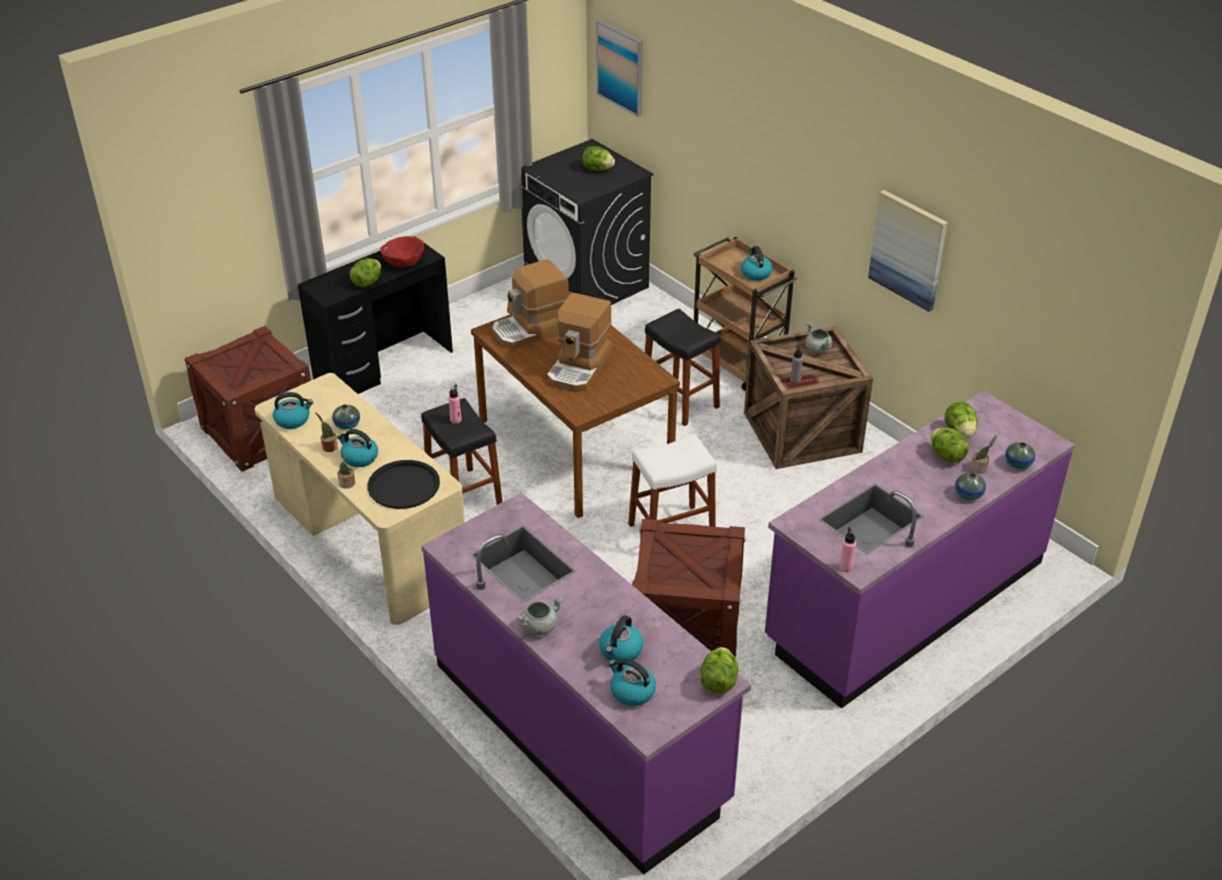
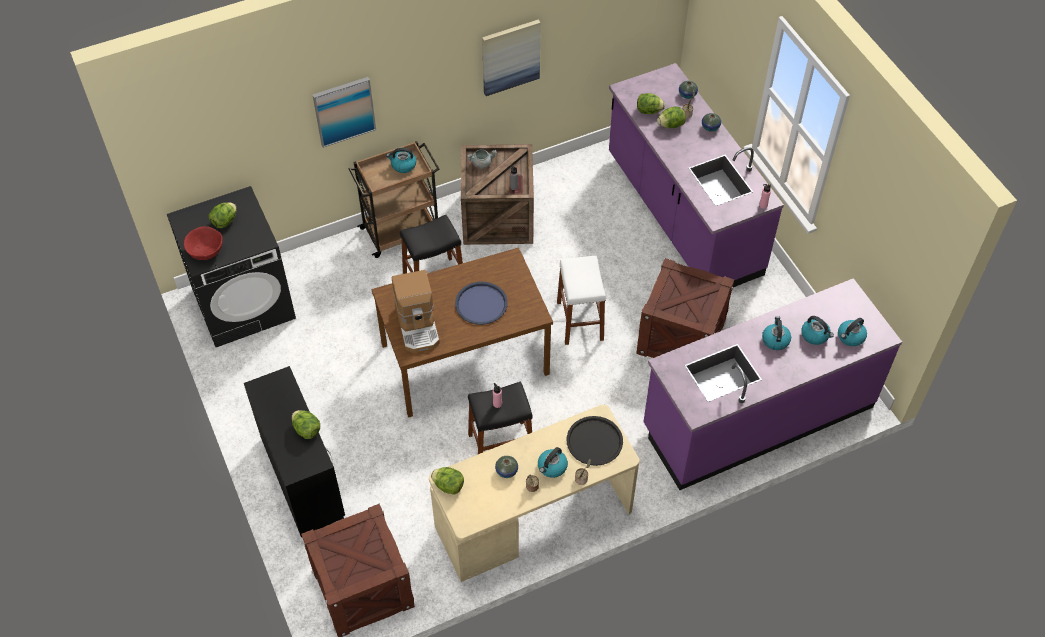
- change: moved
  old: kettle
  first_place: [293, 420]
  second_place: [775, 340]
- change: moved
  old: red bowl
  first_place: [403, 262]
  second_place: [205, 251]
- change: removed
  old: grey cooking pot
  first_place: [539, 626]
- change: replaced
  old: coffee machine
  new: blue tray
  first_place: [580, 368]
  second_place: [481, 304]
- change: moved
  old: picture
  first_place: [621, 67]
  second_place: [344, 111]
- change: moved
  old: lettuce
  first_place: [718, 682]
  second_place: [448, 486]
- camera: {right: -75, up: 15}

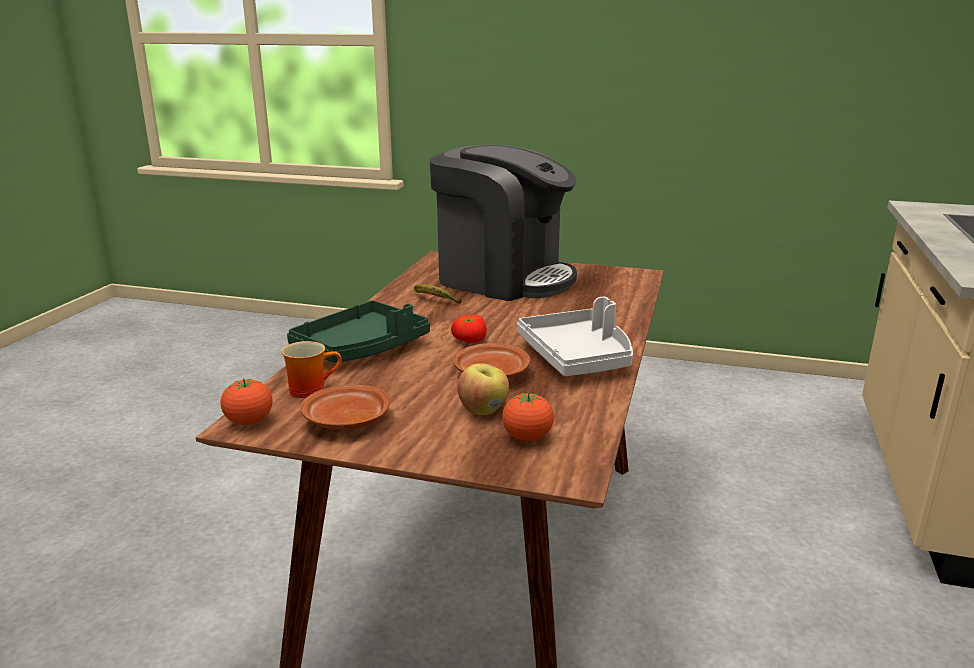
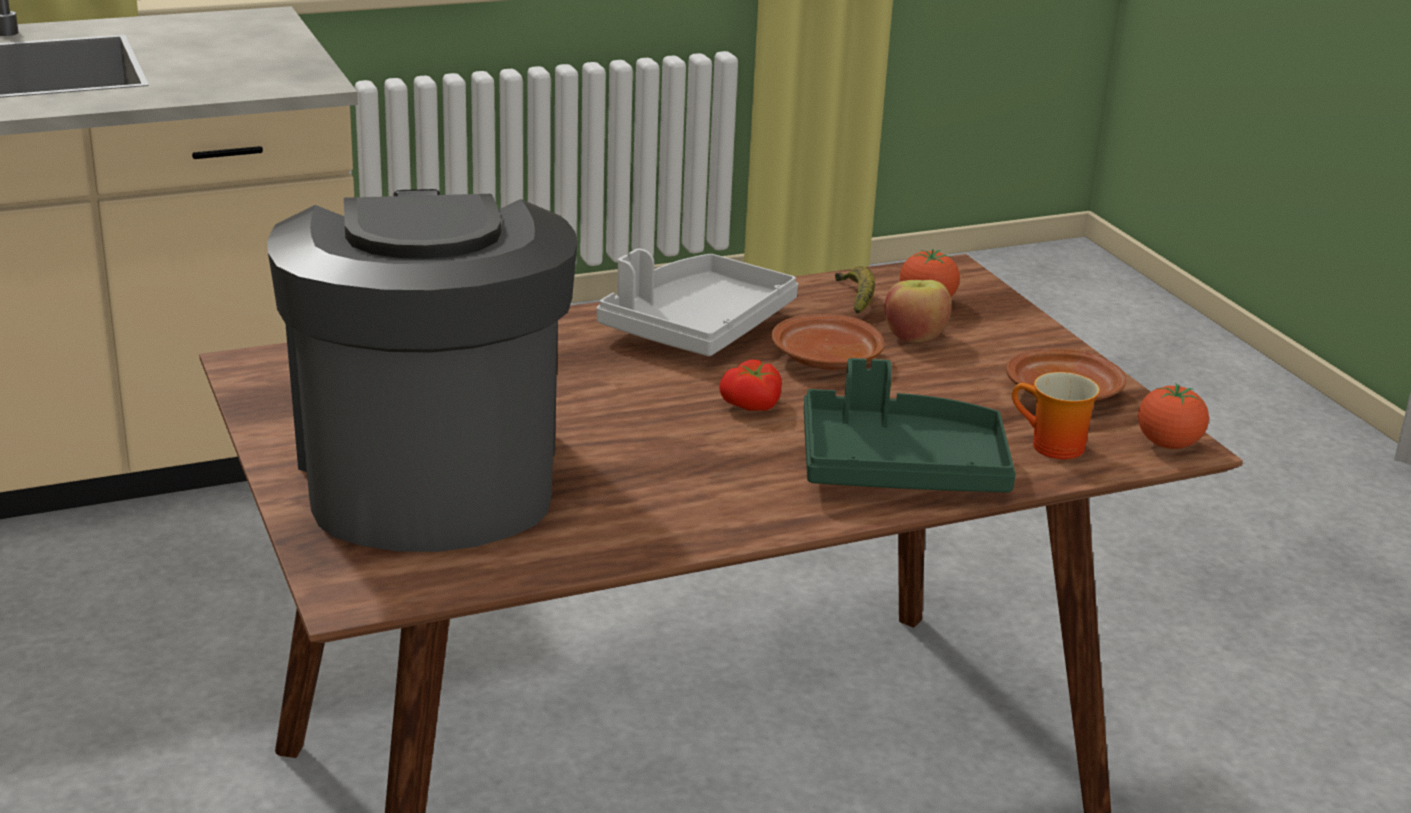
- change: moved
  old: banana
  first_place: [434, 300]
  second_place: [856, 299]
- camera: {right: -130, up: 5}

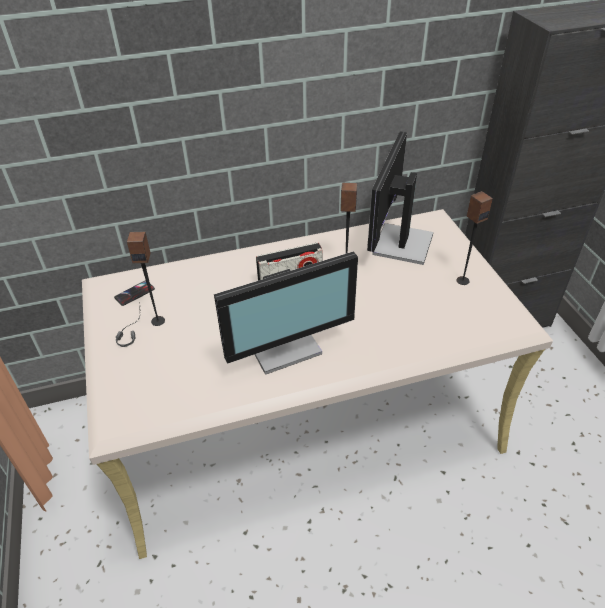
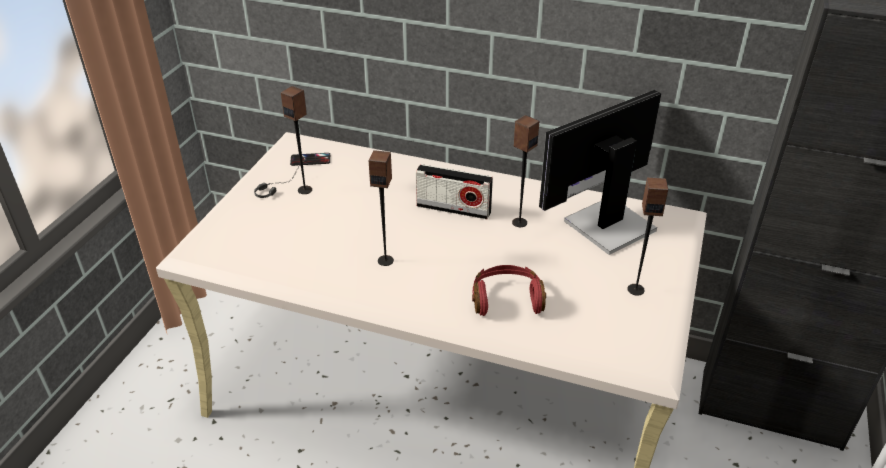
- change: replaced
  old: monitor
  new: speaker
  first_place: [284, 345]
  second_place: [385, 260]
- change: added
  new: red headphones
  second_place: [506, 299]
- camera: {right: 35, up: -5}

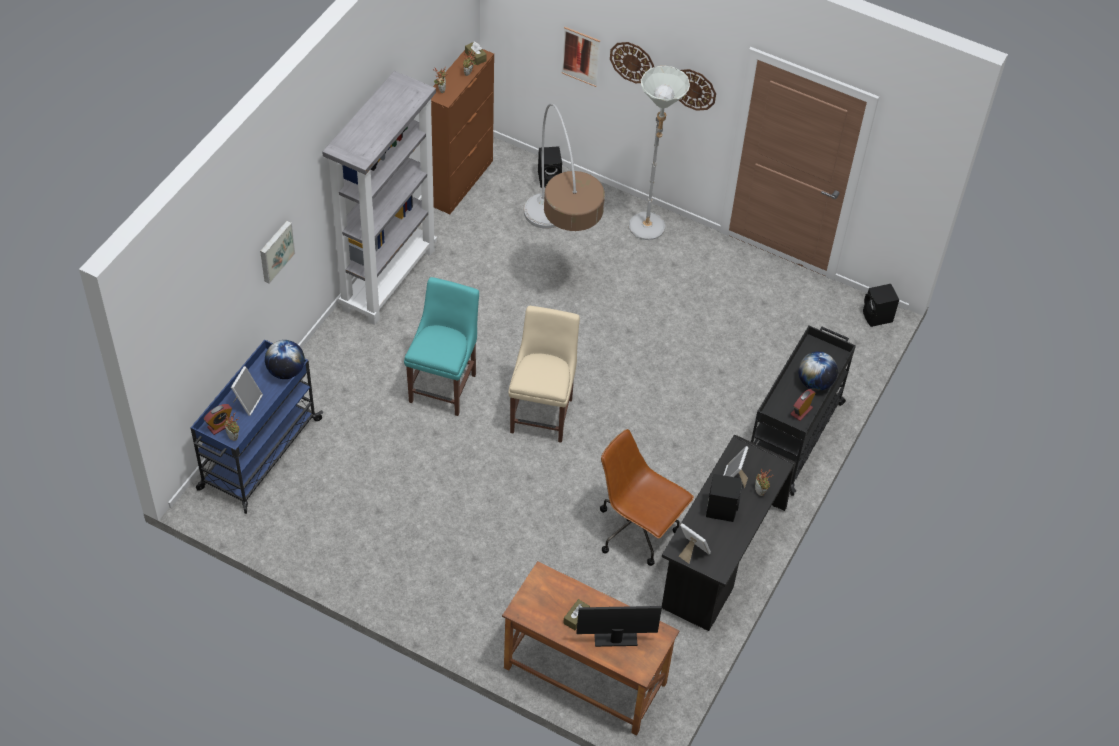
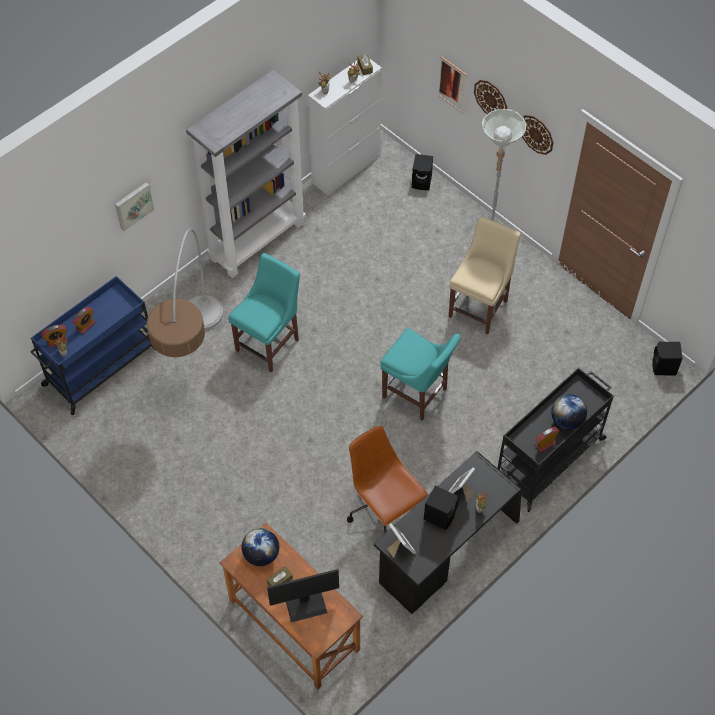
- change: replaced
  old: picture frame
  new: alarm clock
  first_place: [247, 402]
  second_place: [85, 325]
- change: moved
  old: globe
  first_place: [286, 371]
  second_place: [261, 555]
- change: recoloured
  old: brown cabinet
  new: white cabinet
  first_place: [460, 182]
  second_place: [346, 169]
- change: moved
  old: beige chair
  first_place: [542, 413]
  second_place: [480, 306]
- change: moved
  old: floor lamp
  first_place: [558, 257]
  second_place: [195, 360]
- change: turned
  old: monitor
  first_place: [615, 636]
  second_place: [306, 606]
  degrees: 150
- change: added
  new: turquoise chair
  second_place: [417, 395]
- camera: {right: 20, up: 5}

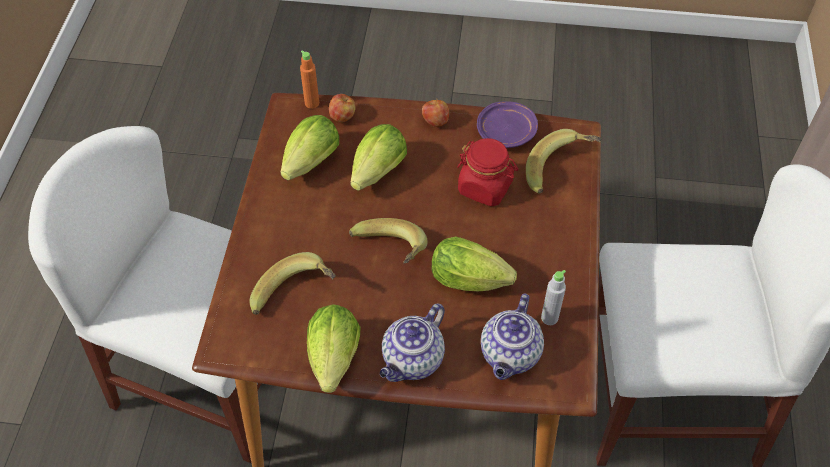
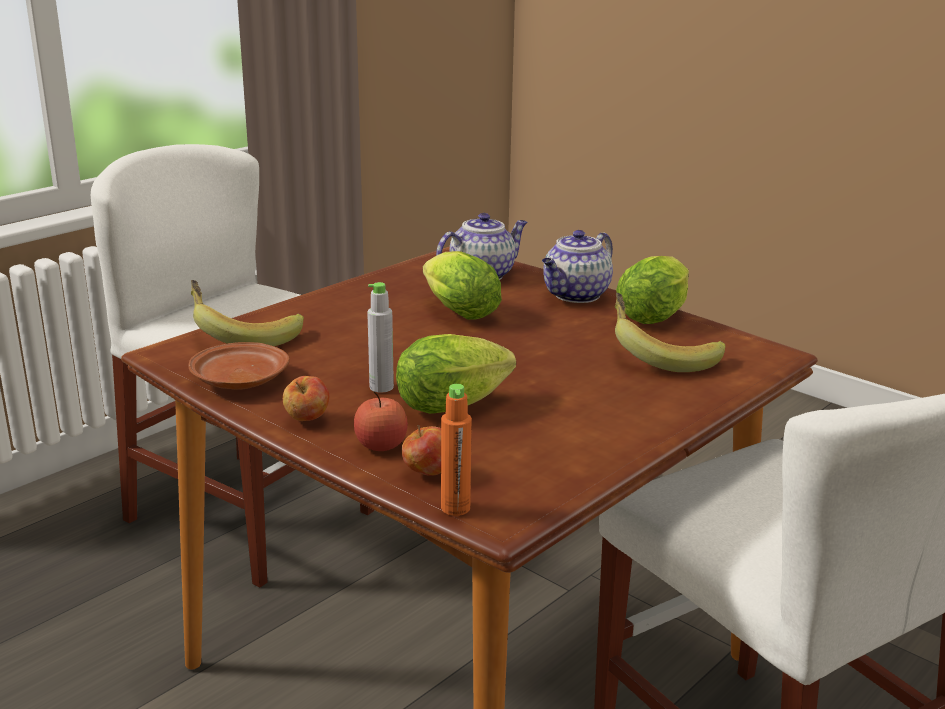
- change: removed
  old: lettuce
  first_place: [308, 165]
- change: removed
  old: banana
  first_place: [388, 255]
- change: turned
  old: teapot
  first_place: [413, 361]
  second_place: [576, 295]
  degrees: 150
- change: removed
  old: red jar
  first_place: [485, 187]
- change: recoloured
  old: purple plate
  new: brown plate
  first_place: [506, 132]
  second_place: [239, 381]
- change: moved
  old: grey bottle
  first_place: [549, 318]
  second_place: [381, 387]
- change: added
  new: apple
  second_place: [381, 445]
- camera: {right: -145, up: -30}

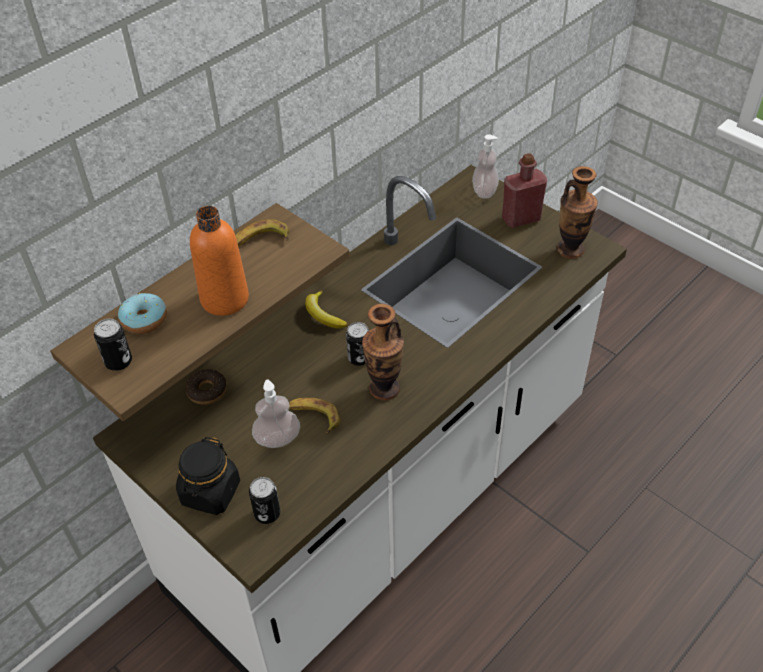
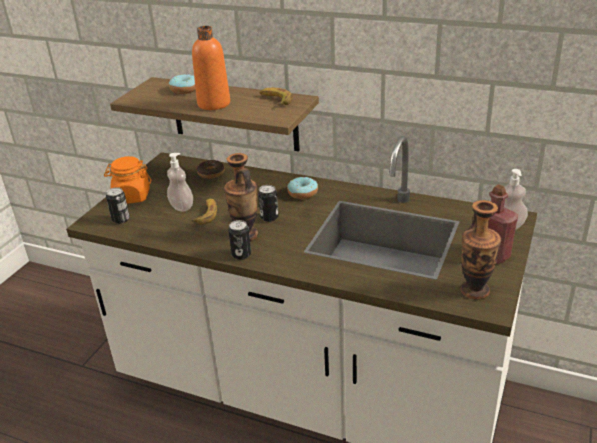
- change: moved
  old: can
  first_place: [118, 361]
  second_place: [241, 255]
- change: recoloured
  old: black jar
  new: orange jar
  first_place: [210, 492]
  second_place: [132, 196]
- change: replaced
  old: banana
  new: donut
  first_place: [323, 315]
  second_place: [302, 193]
- camera: {right: 70, up: -15}

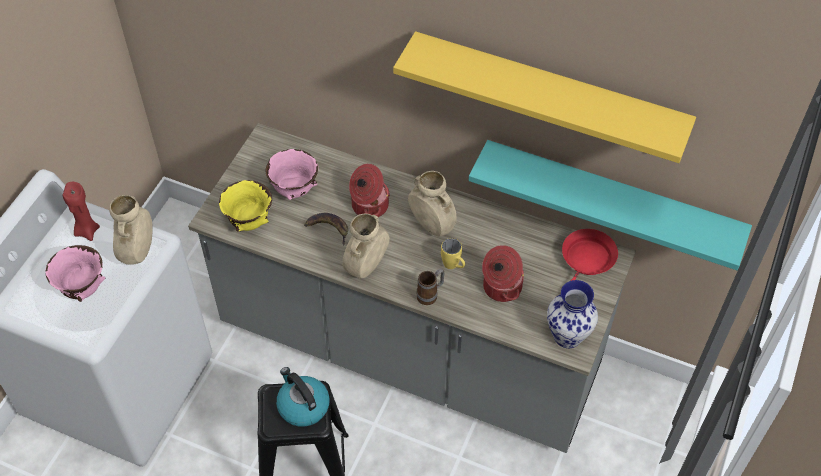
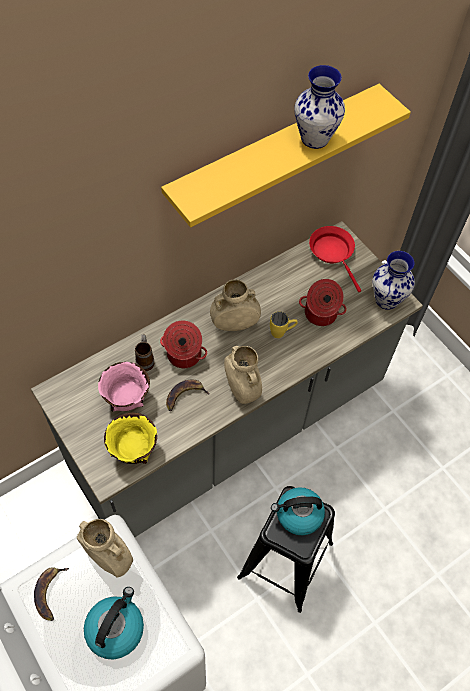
- change: replaced
  old: pink bowl
  new: kettle
  first_place: [82, 288]
  second_place: [115, 628]
- change: replaced
  old: red candle
  new: banana
  first_place: [87, 231]
  second_place: [50, 592]
- change: moved
  old: mug
  first_place: [430, 295]
  second_place: [145, 360]
- change: removed
  old: turquoise shelf
  first_place: [611, 199]
- change: added
  new: vase
  second_place: [314, 139]
- camera: {right: -60, up: 5}

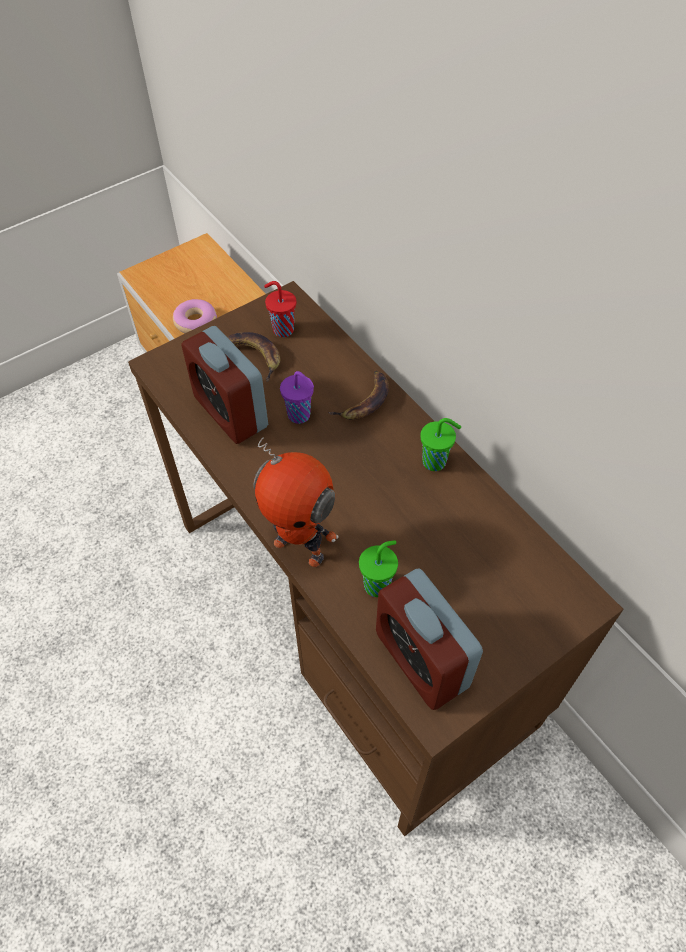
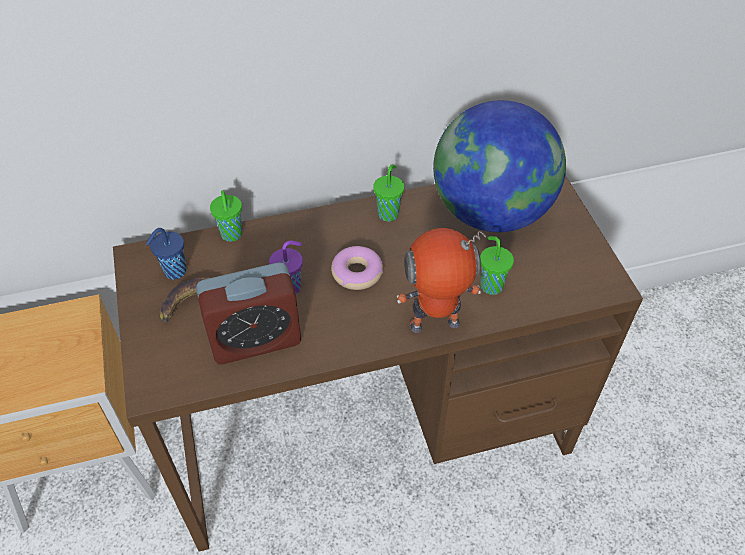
- change: moved
  old: donut
  first_place: [195, 322]
  second_place: [357, 273]
- change: turned
  old: toy robot
  first_place: [300, 547]
  second_place: [435, 326]
  degrees: -150
- change: recoloured
  old: red cup
  new: blue cup
  first_place: [282, 329]
  second_place: [174, 272]
- change: removed
  old: banana
  first_place: [365, 400]
- change: removed
  old: alarm clock
  first_place: [421, 659]
- change: added
  new: green cup
  second_place: [231, 235]
- change: added
  new: globe
  second_place: [491, 212]
- camera: {right: -70, up: -5}

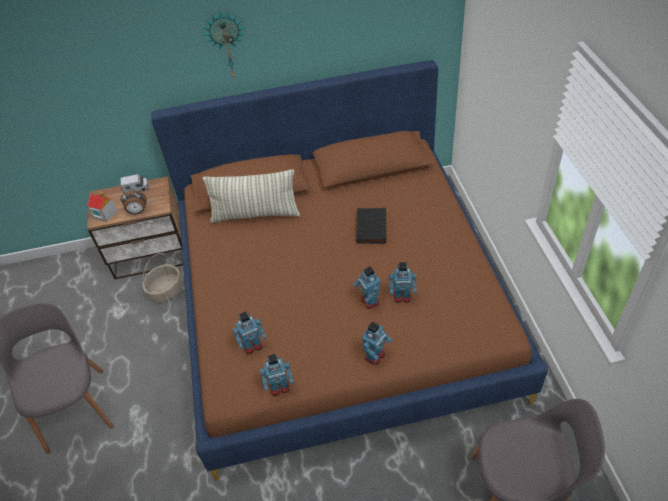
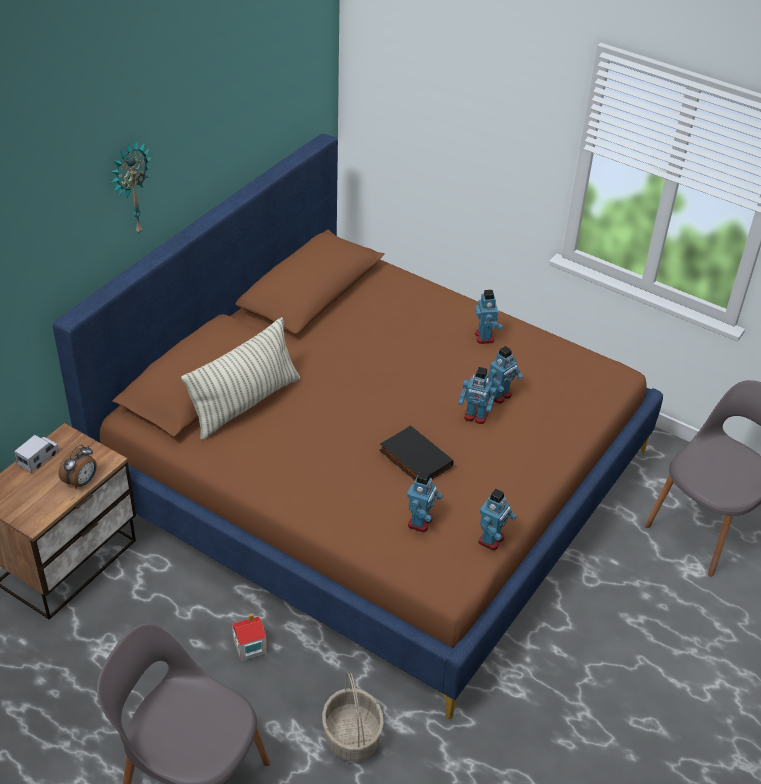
- change: moved
  old: toy house
  first_place: [104, 214]
  second_place: [249, 646]
- change: moved
  old: basket
  first_place: [166, 291]
  second_place: [352, 737]
- change: moved
  old: black book
  first_place: [370, 227]
  second_place: [414, 459]
- change: moved
  old: toy robot
  first_place: [375, 356]
  second_place: [485, 337]
- camera: {right: -50, up: -5}

